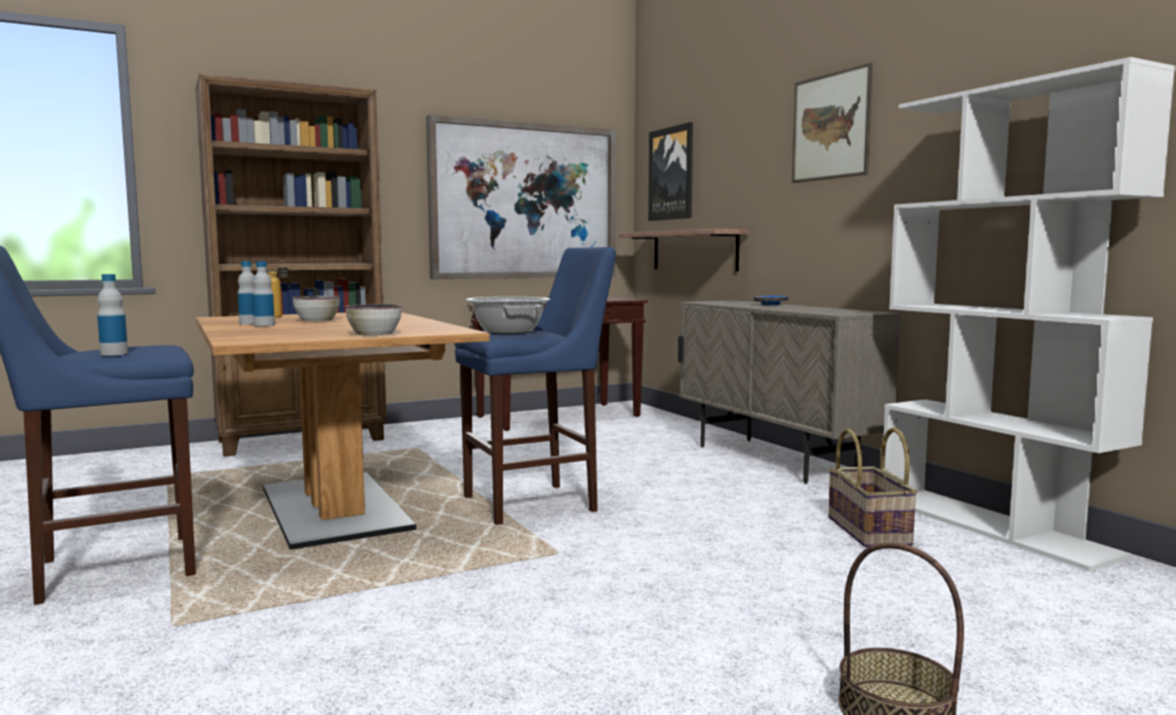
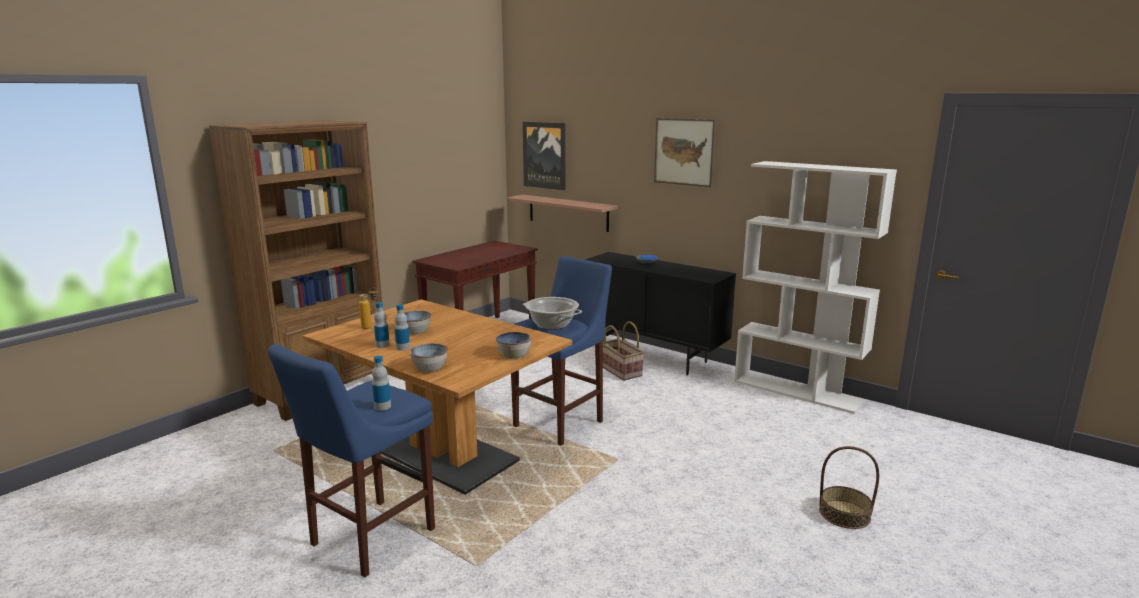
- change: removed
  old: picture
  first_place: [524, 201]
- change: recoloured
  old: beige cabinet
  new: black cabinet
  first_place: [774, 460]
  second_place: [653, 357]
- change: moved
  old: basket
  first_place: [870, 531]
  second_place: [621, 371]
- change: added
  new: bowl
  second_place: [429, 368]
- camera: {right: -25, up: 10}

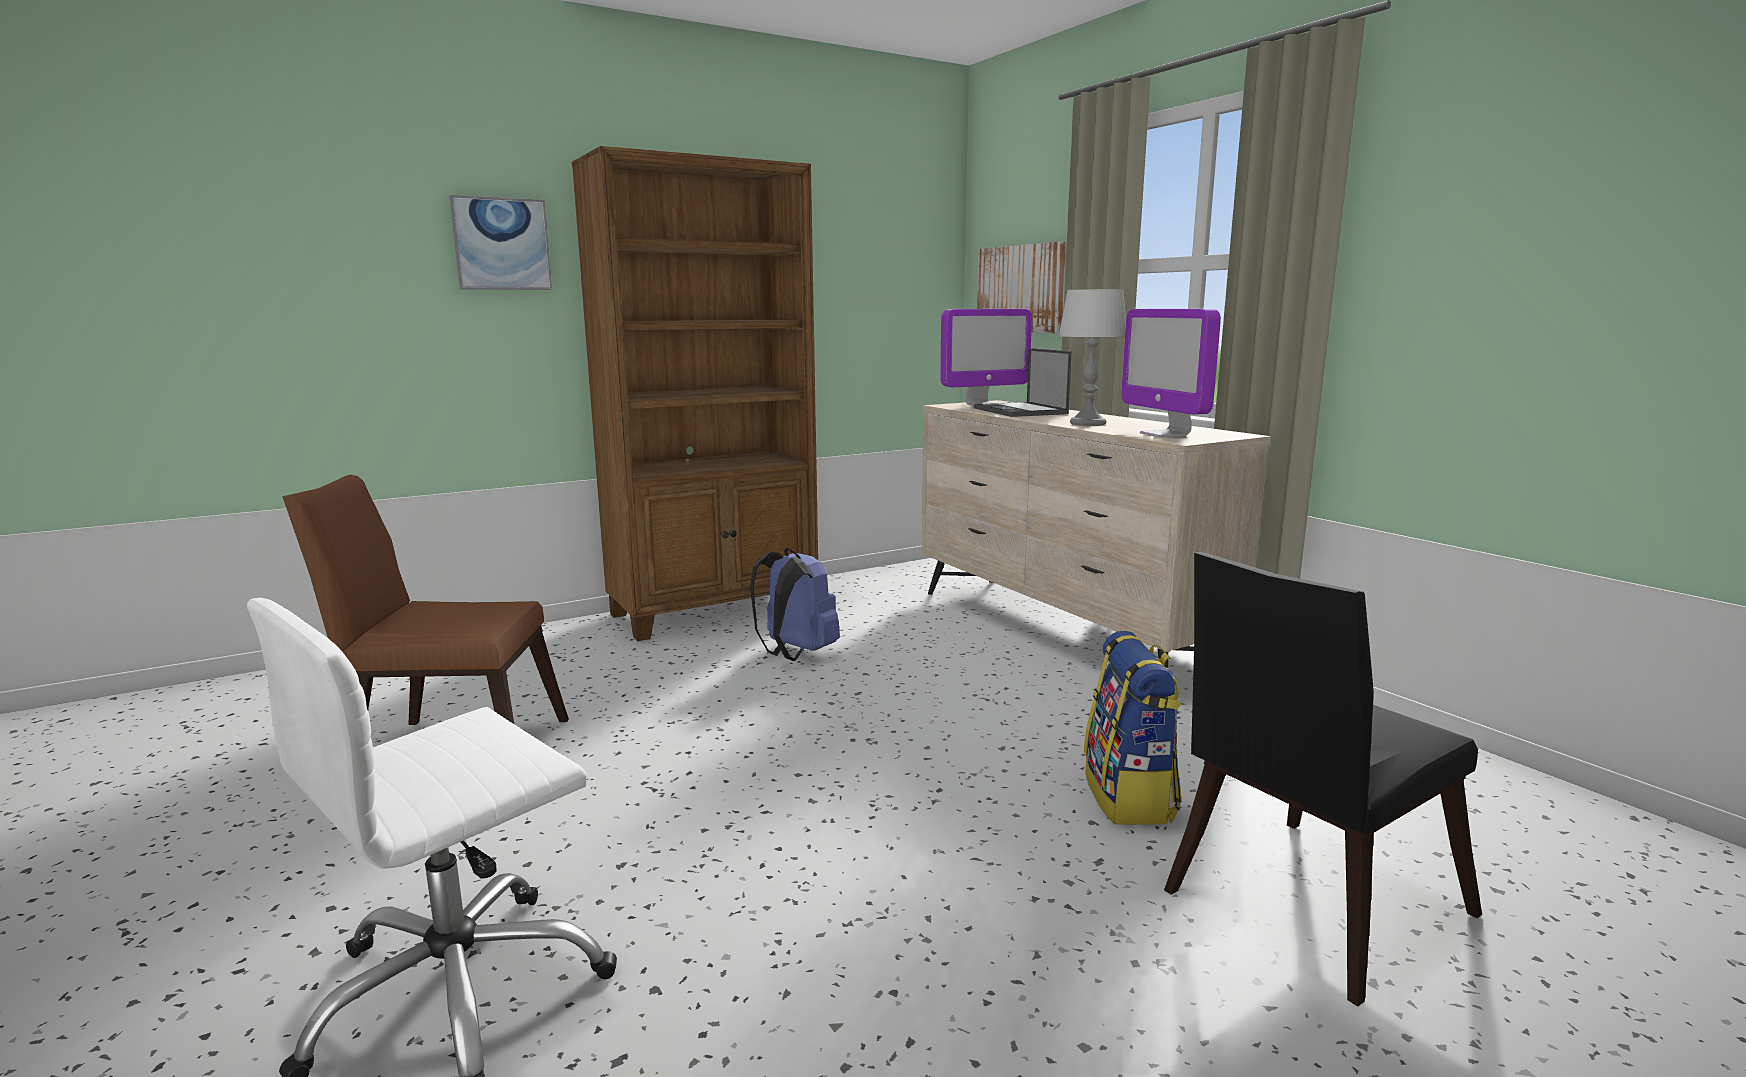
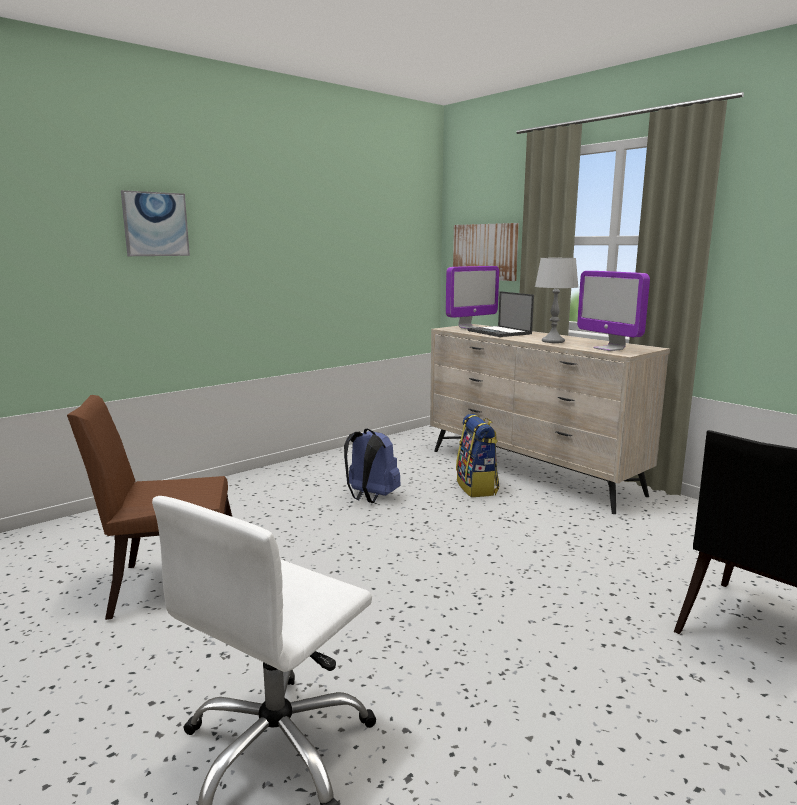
- change: removed
  old: brown bookcase
  first_place: [715, 611]
- change: moved
  old: backpack
  first_place: [1130, 797]
  second_place: [477, 488]
- camera: {right: -10, up: 0}

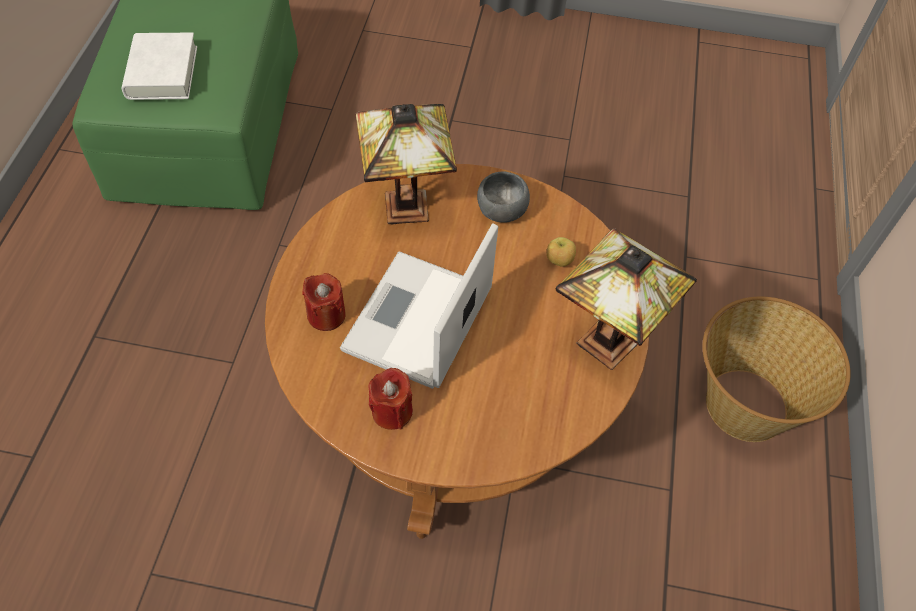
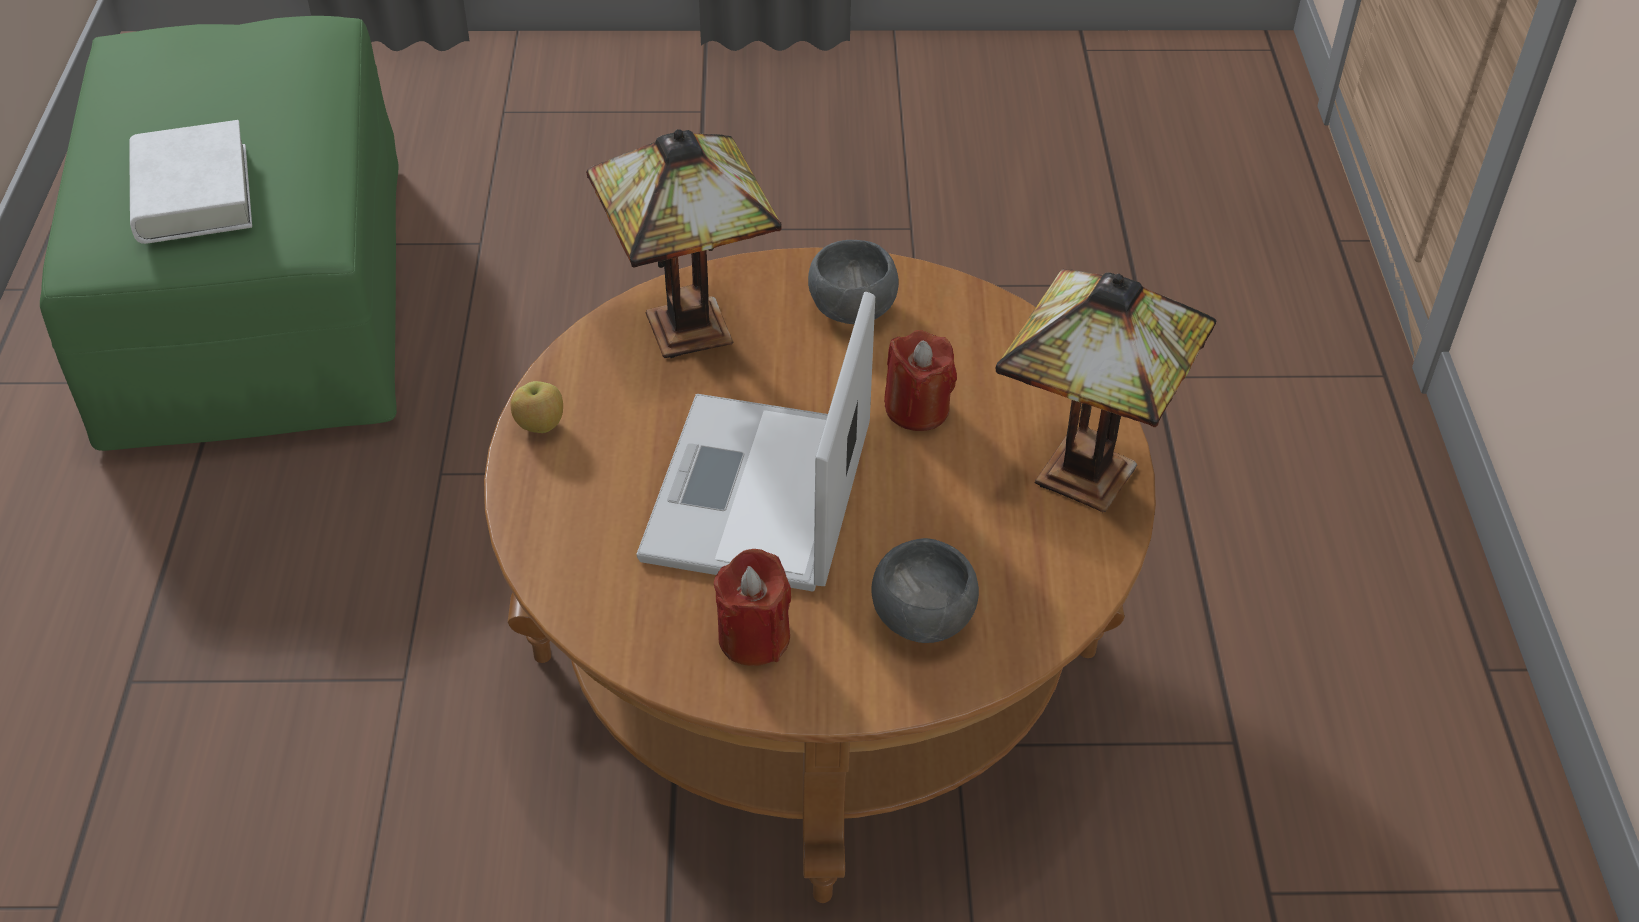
- change: moved
  old: red candle
  first_place: [326, 315]
  second_place: [917, 409]
- change: moved
  old: apple
  first_place: [558, 261]
  second_place: [539, 426]
- change: removed
  old: basket
  first_place: [744, 404]
- change: added
  new: grey bowl
  second_place: [920, 618]
- camera: {right: -10, up: -10}

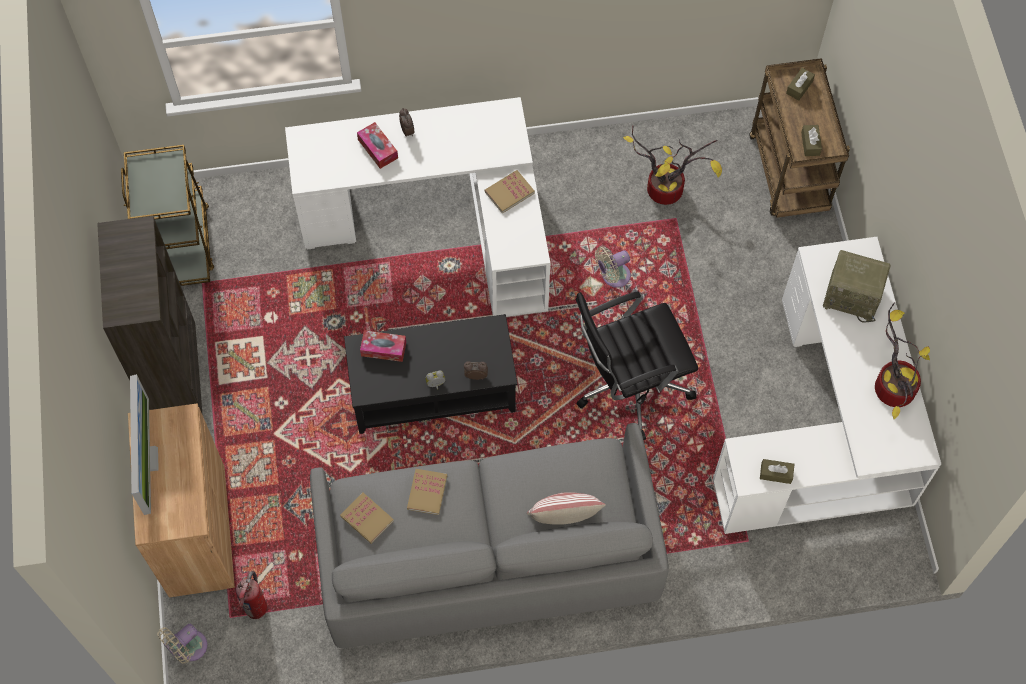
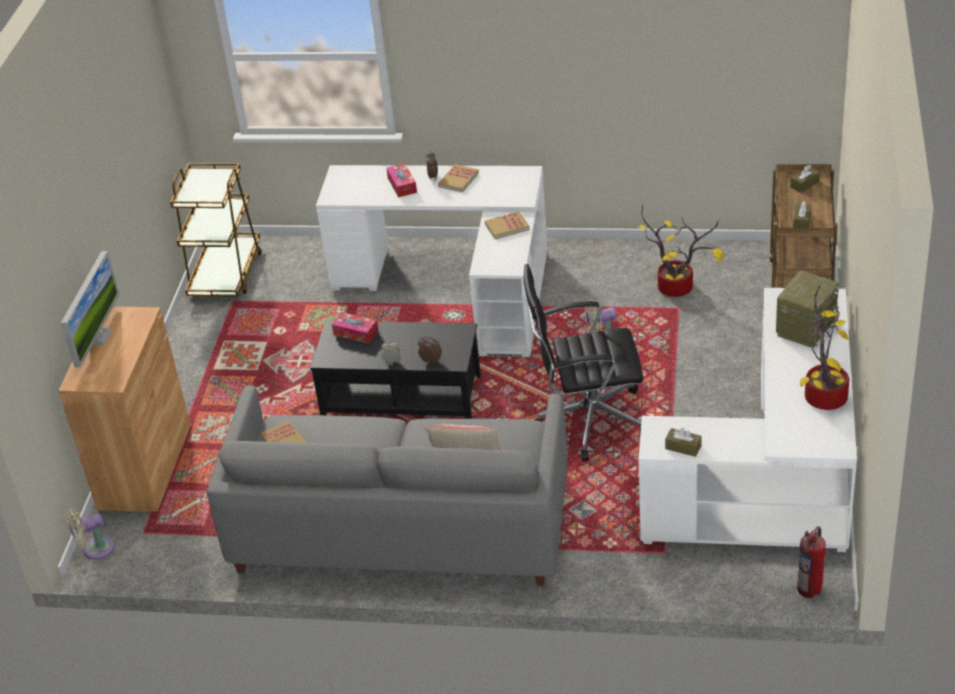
- change: removed
  old: brown bookcase
  first_place: [177, 382]
- change: moved
  old: fire extinguisher
  first_place: [256, 608]
  second_place: [810, 589]
- change: moved
  old: book
  first_place: [427, 492]
  second_place: [458, 180]
- change: turned
  old: radio
  first_place: [852, 297]
  second_place: [805, 327]
  degrees: -90
- camera: {right: 20, up: -25}

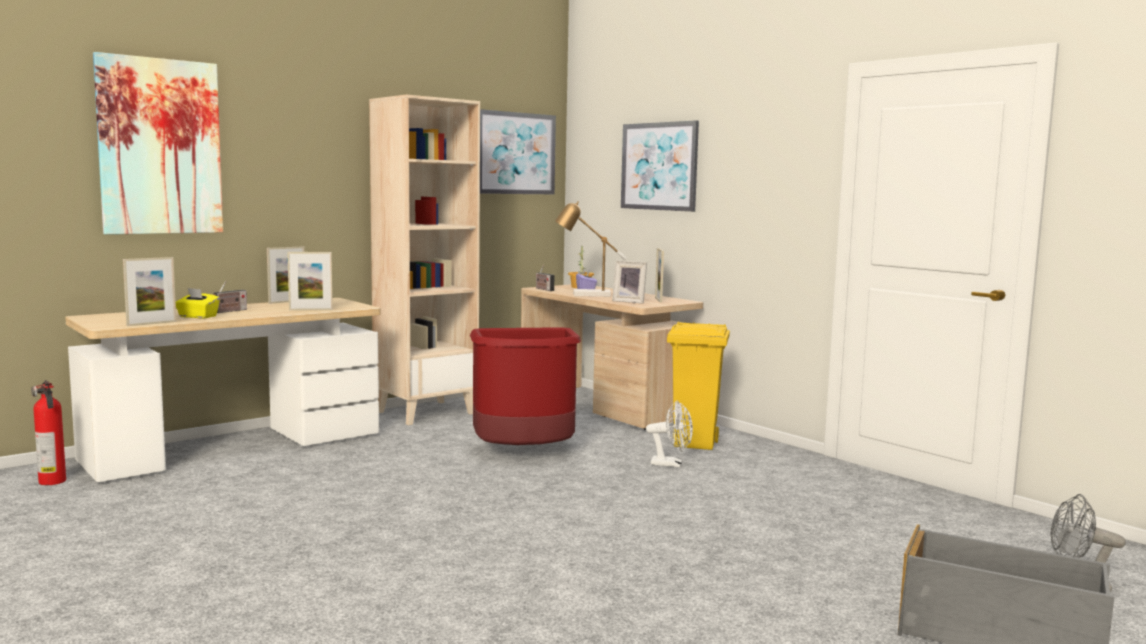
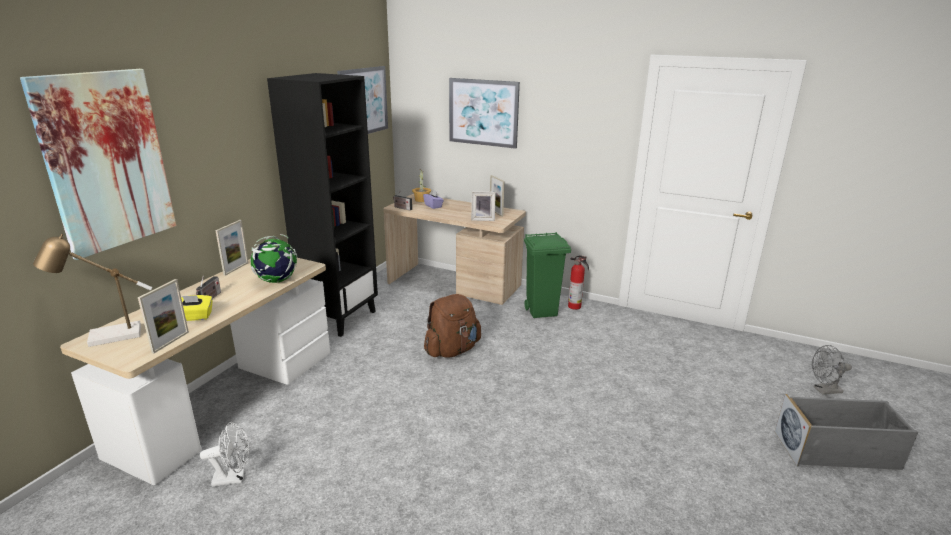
- change: moved
  old: fire extinguisher
  first_place: [52, 482]
  second_place: [575, 306]
- change: replaced
  old: picture frame
  new: globe
  first_place: [310, 310]
  second_place: [276, 281]
- change: recoloured
  old: beige bookcase
  new: black bookcase
  first_place: [426, 412]
  second_place: [339, 318]
- change: replaced
  old: red trash can
  new: brown backpack
  first_place: [525, 454]
  second_place: [452, 350]
- change: moved
  old: table lamp
  first_place: [586, 295]
  second_place: [107, 337]
- change: moved
  old: white fan
  first_place: [671, 464]
  second_place: [234, 478]
- change: recoloured
  old: yellow trash can
  new: green trash can
  first_place: [695, 444]
  second_place: [542, 312]
- camera: {right: -25, up: 15}

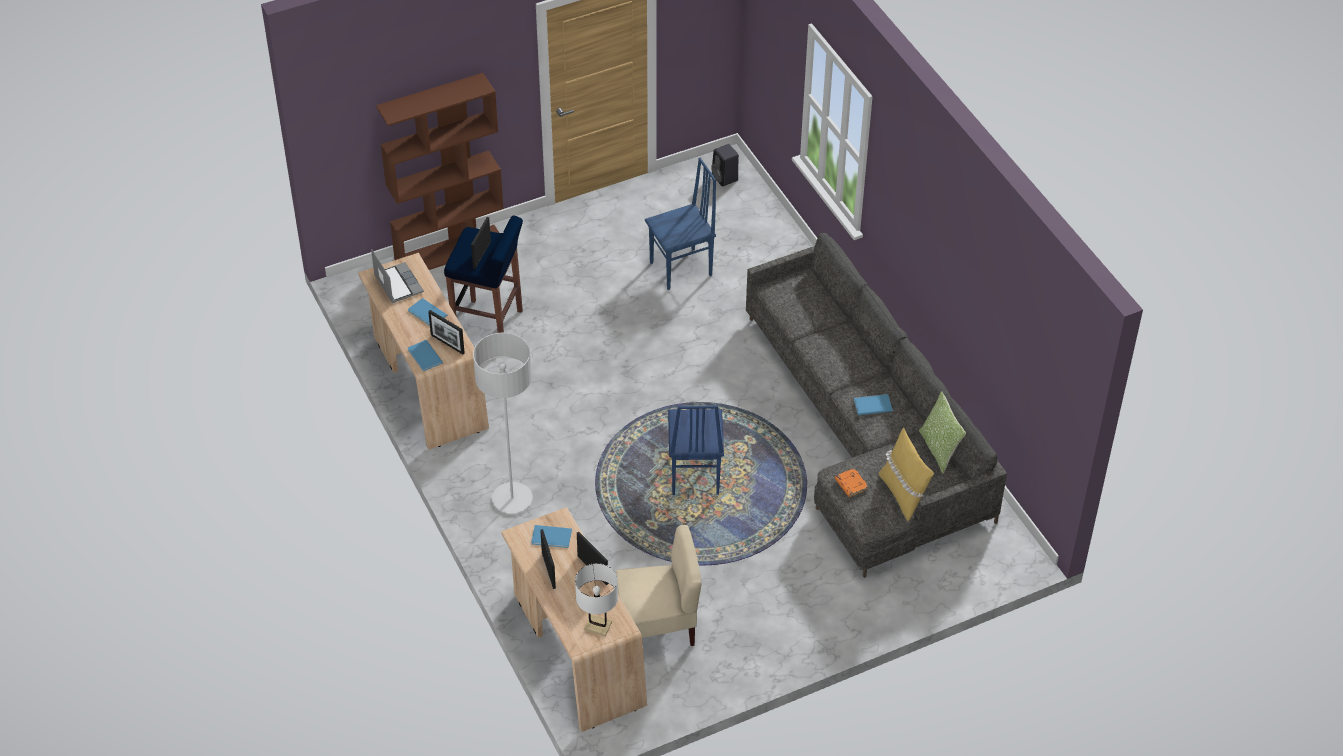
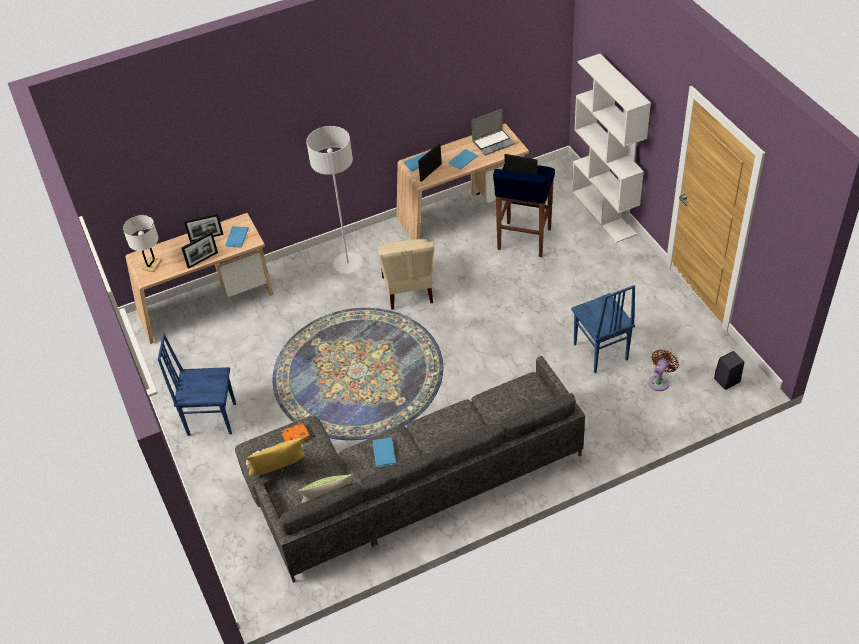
- change: recoloured
  old: brown bookcase
  new: white bookcase
  first_place: [450, 250]
  second_place: [604, 213]
- change: moved
  old: beige chair
  first_place: [657, 627]
  second_place: [409, 290]
- change: moved
  old: blue chair
  first_place: [693, 475]
  second_place: [211, 418]
- change: added
  new: brown fan
  second_place: [660, 381]
- camera: {right: 95, up: 0}

